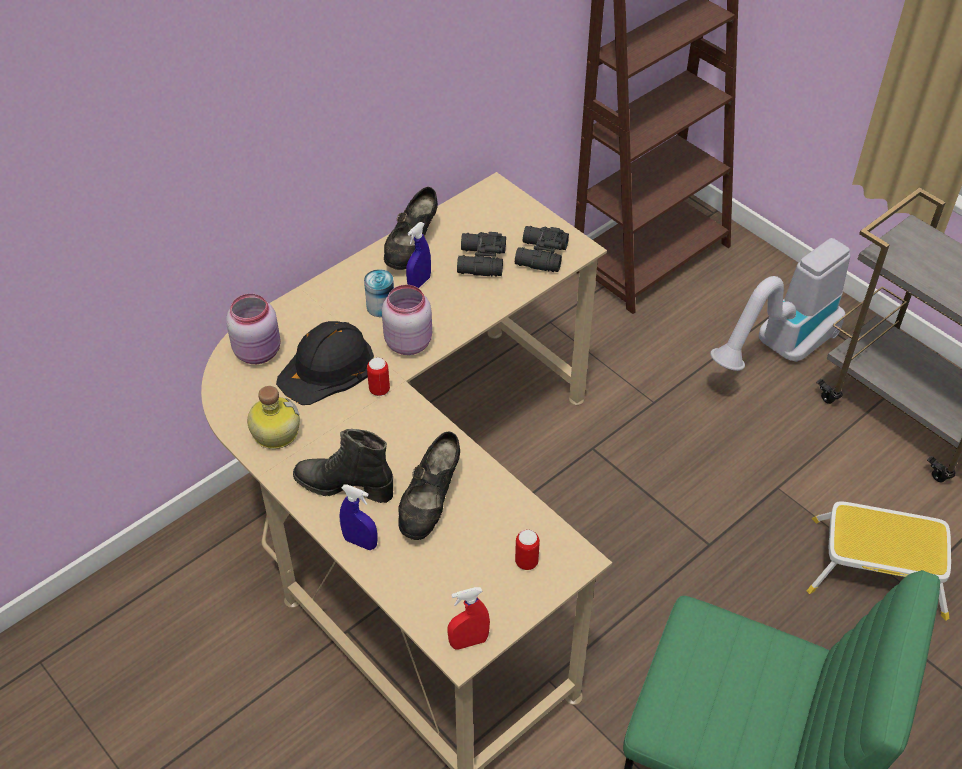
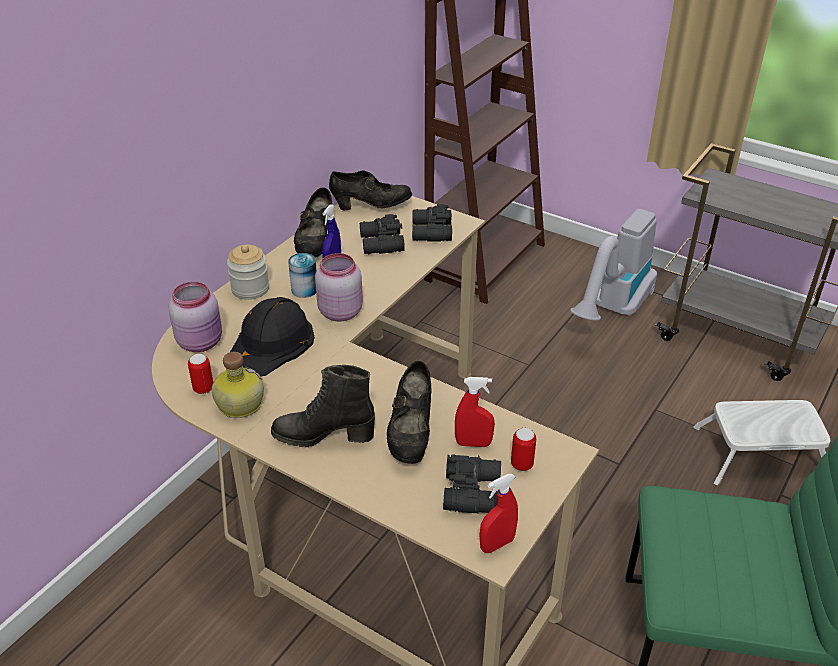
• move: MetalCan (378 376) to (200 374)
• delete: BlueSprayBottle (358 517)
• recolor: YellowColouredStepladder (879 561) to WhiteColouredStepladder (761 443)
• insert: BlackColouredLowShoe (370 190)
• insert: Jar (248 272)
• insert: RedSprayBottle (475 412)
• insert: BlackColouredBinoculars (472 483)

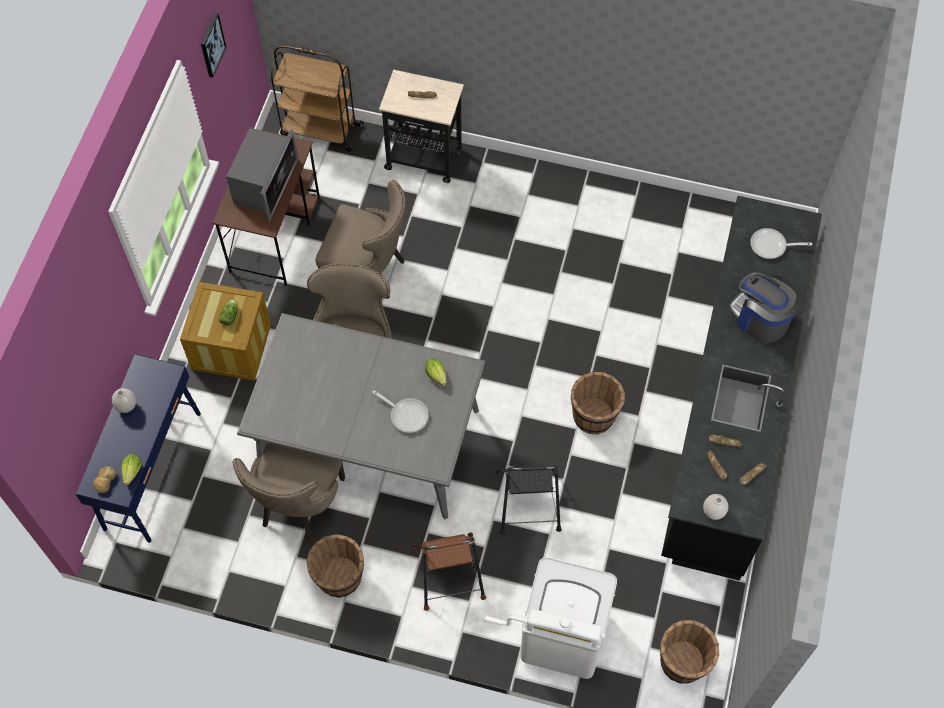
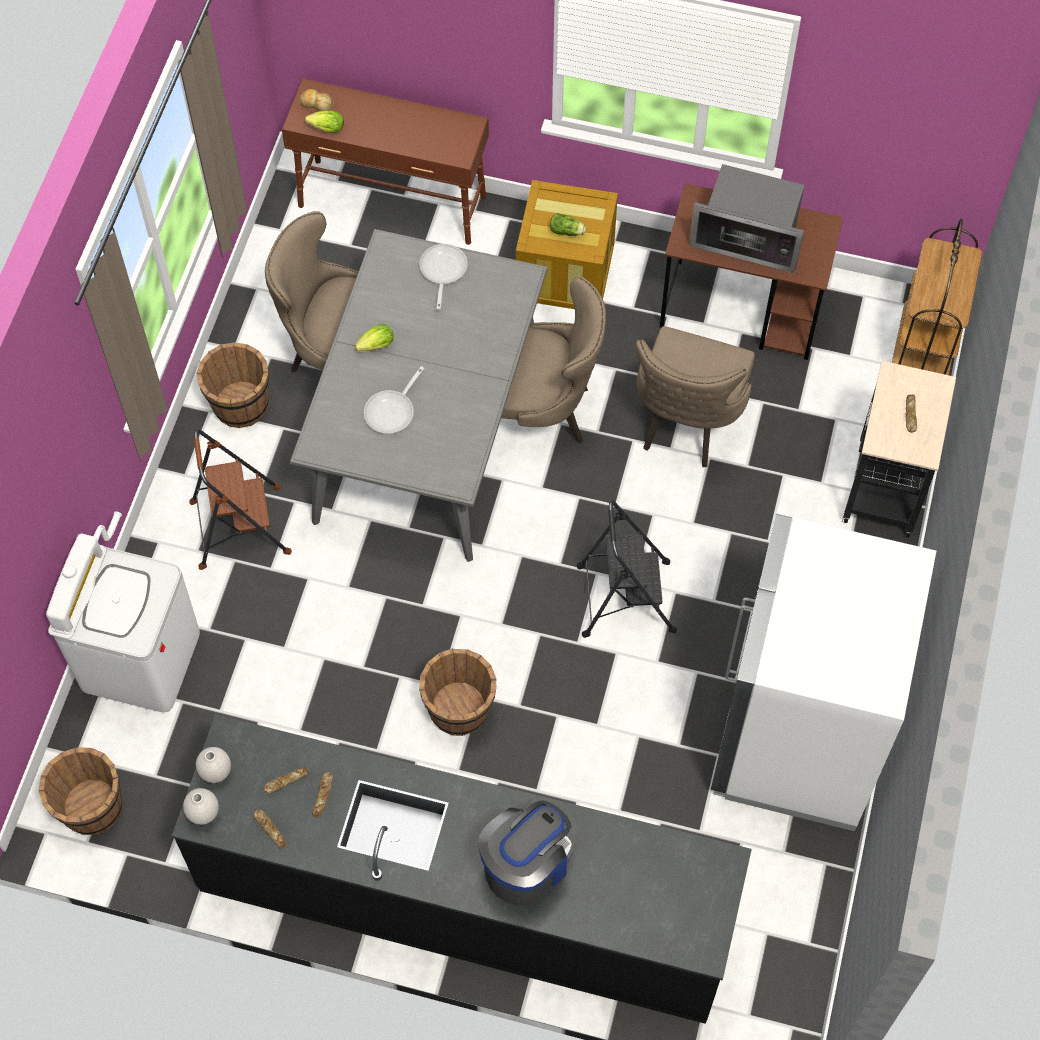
• delete: Picture (213 45)
• move: Skillet (781 243) to (444 277)
• recolor: BlueNarrowTable (138 448) to BrownNarrowTable (385 162)
• move: LettuceHead (435 372) to (374 337)
• move: WhiteColouredVase (124 400) to (201 806)
• move: BlackColouredStepladder (529 500) to (627 569)
• insert: WhiteColouredRefrigerator (823 672)

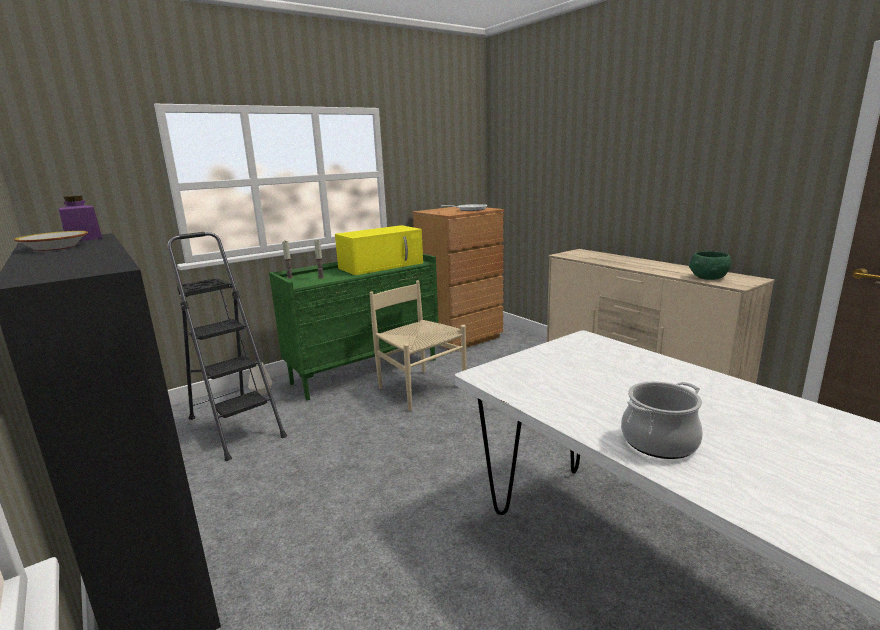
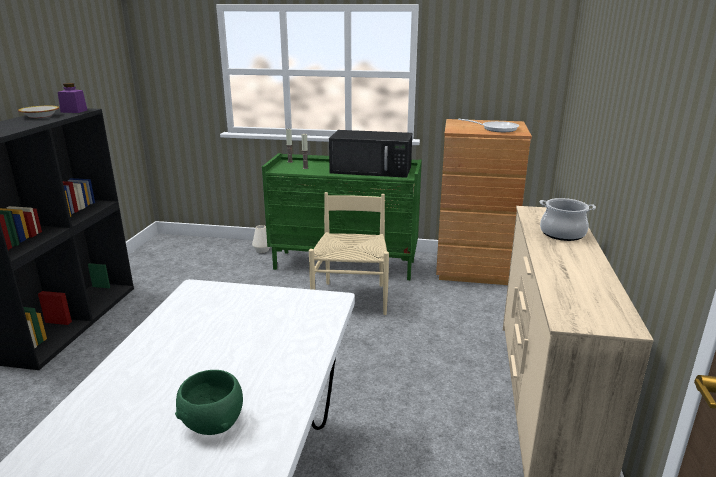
• recolor: YellowColouredMicrowaveOven (379 250) to BlackColouredMicrowaveOven (370 154)
• delete: Stepladder (227 346)
• move: GreenColouredDeepDish (710 265) to (209 402)
• move: Stockpot (662 420) to (568 219)

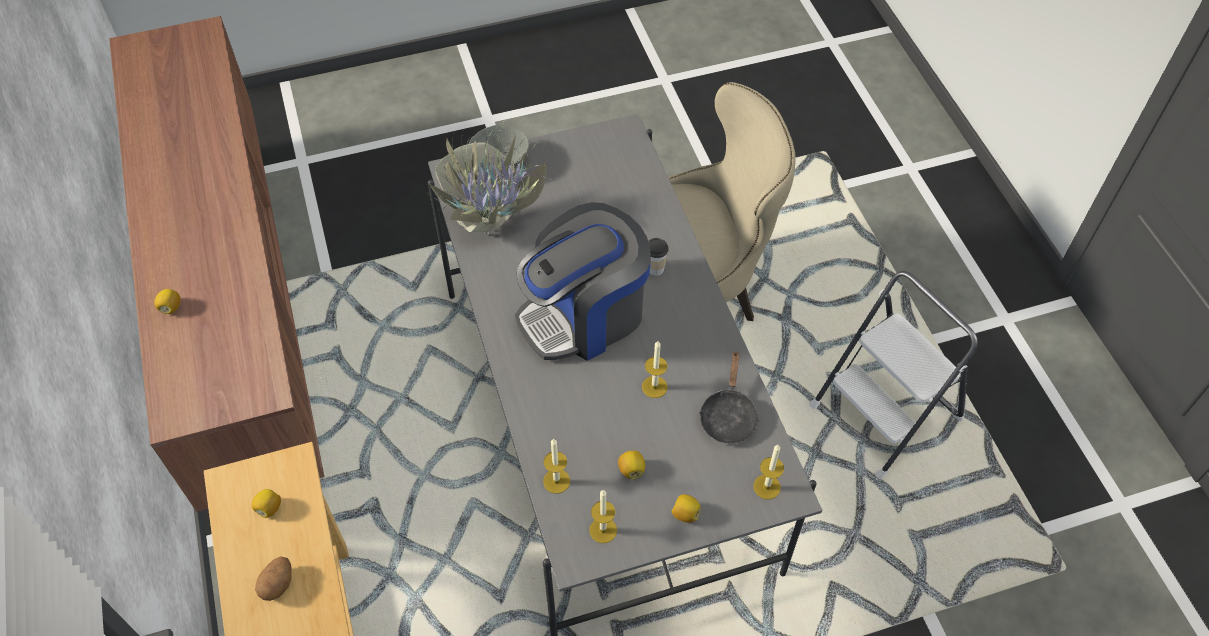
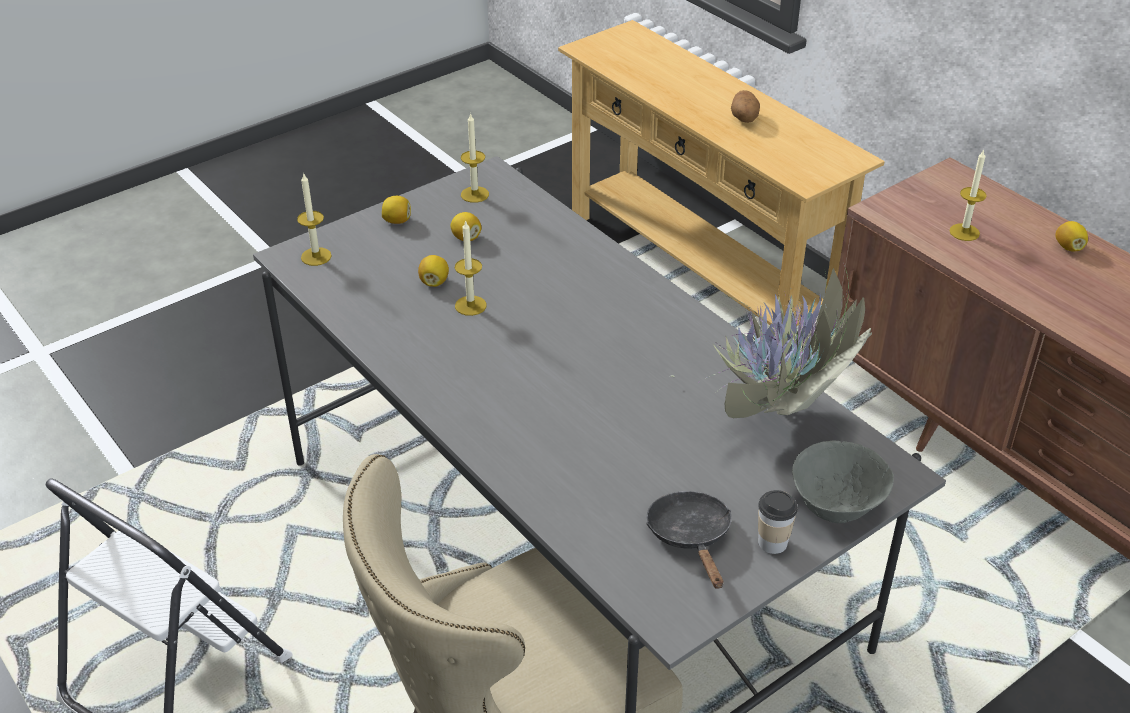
• delete: CoffeeMaker (583 281)
• move: Cup (658 257) to (778 522)
• move: BlackColouredSkillet (729 397) to (689 540)
• move: WaxCandle (556 466) to (968 195)
• move: Lemon (266 503) to (433 271)

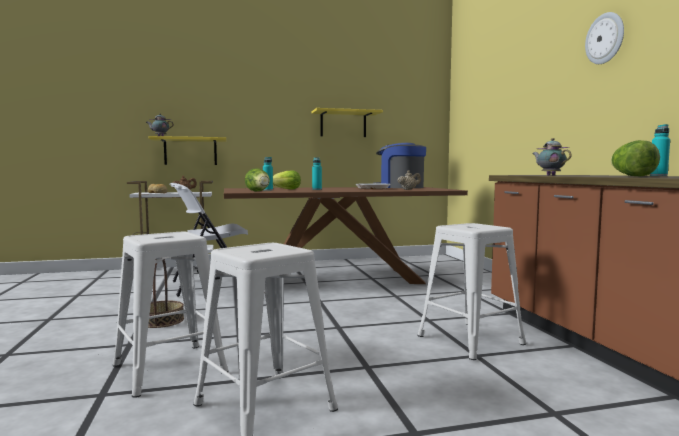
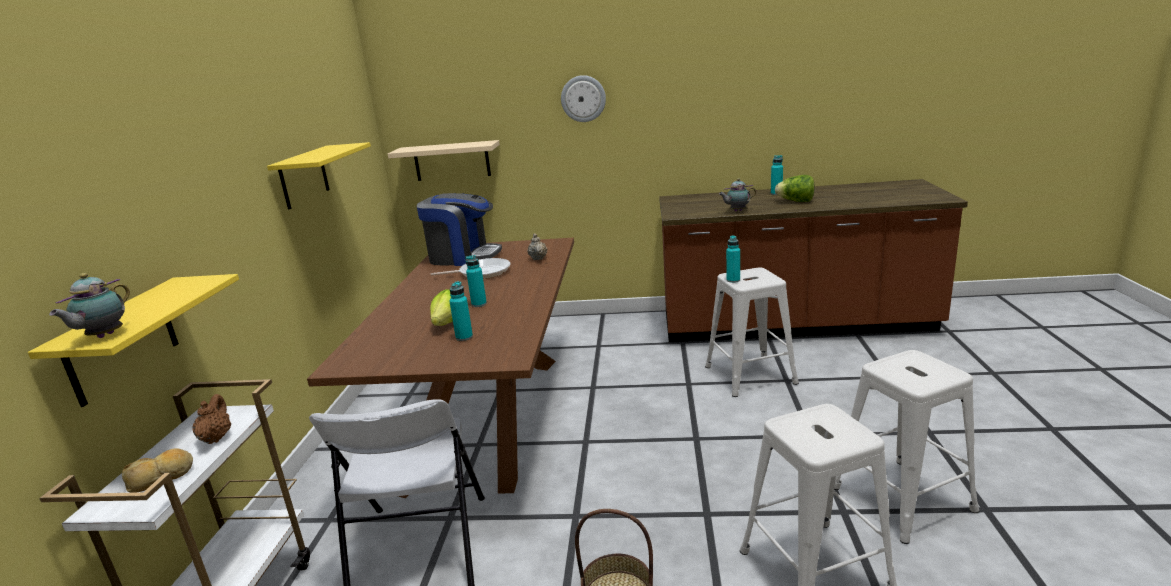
• move: ClockOnTheWall (604 38) to (583 98)
• rotate: CoffeeMaker (399 165) = (459 229) 135 degrees counterclockwise
• delete: LettuceHead (257 179)
• insert: BeigeColouredShelf (444 160)
• insert: TurquoiseColouredBeverageBottle (733 259)

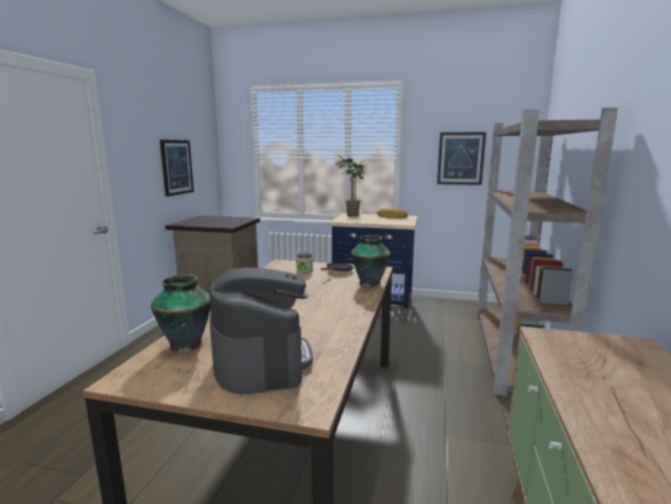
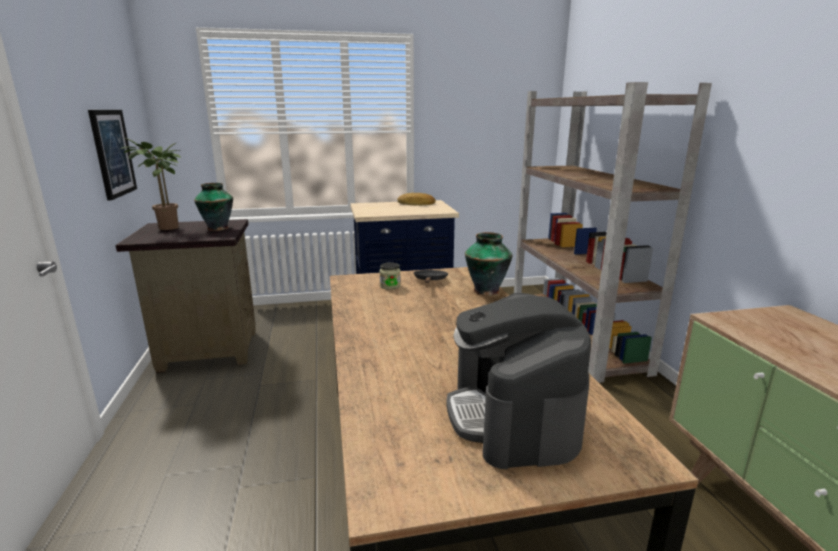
• delete: Picture (461 158)
• move: PlantInAPot (351 186) to (150 184)
• rotate: CoffeeMaker (261 330) = (518 381) 150 degrees counterclockwise
• move: Vase (180 313) to (213 207)

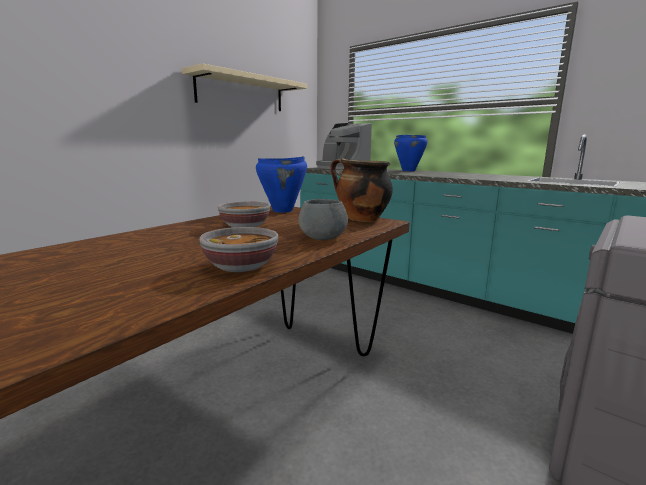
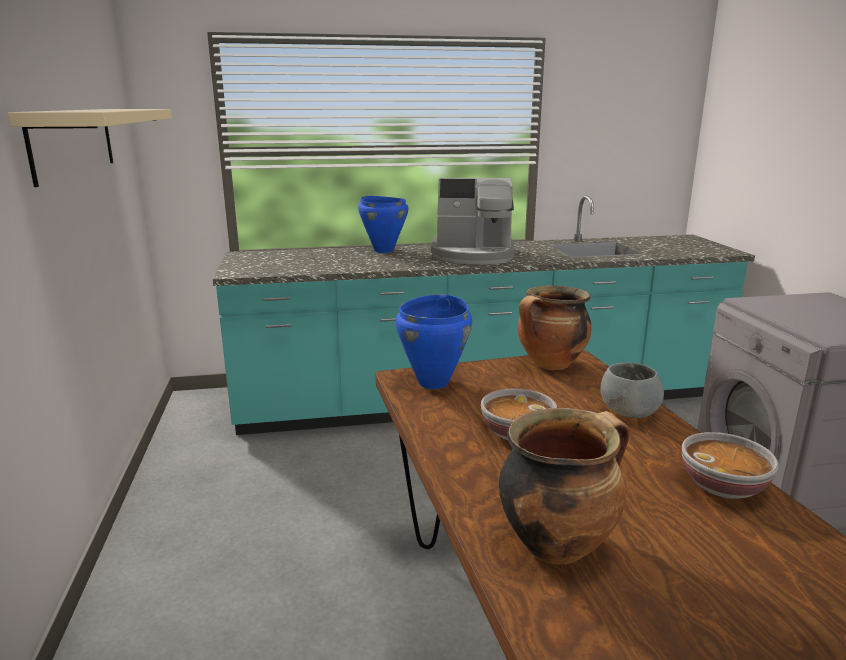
• move: CoffeeMaker (344 146) to (473 221)
• insert: Stockpot (564 486)

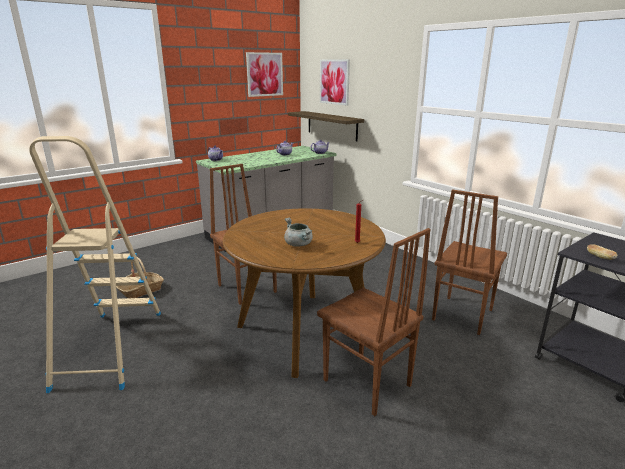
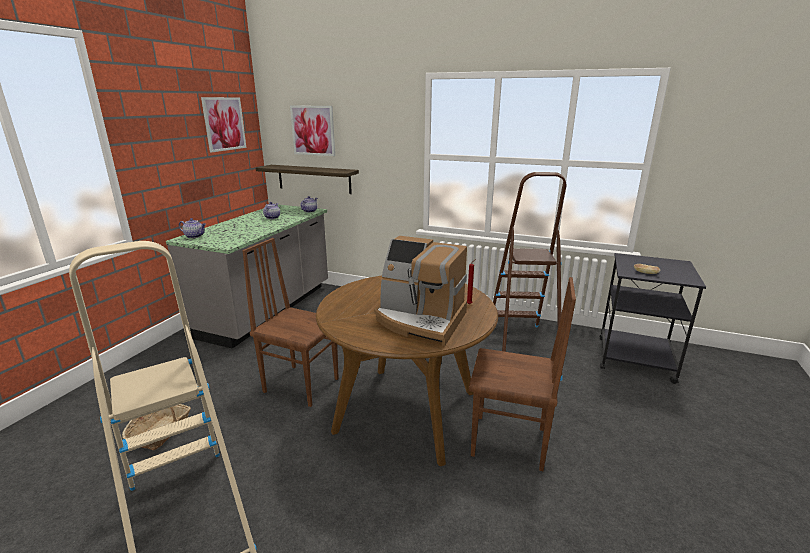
• replace: BrownPlainChair (469 262) to BrownStepladder (529 276)
• replace: GrayStockpot (298 232) to CoffeeMaker (420 291)

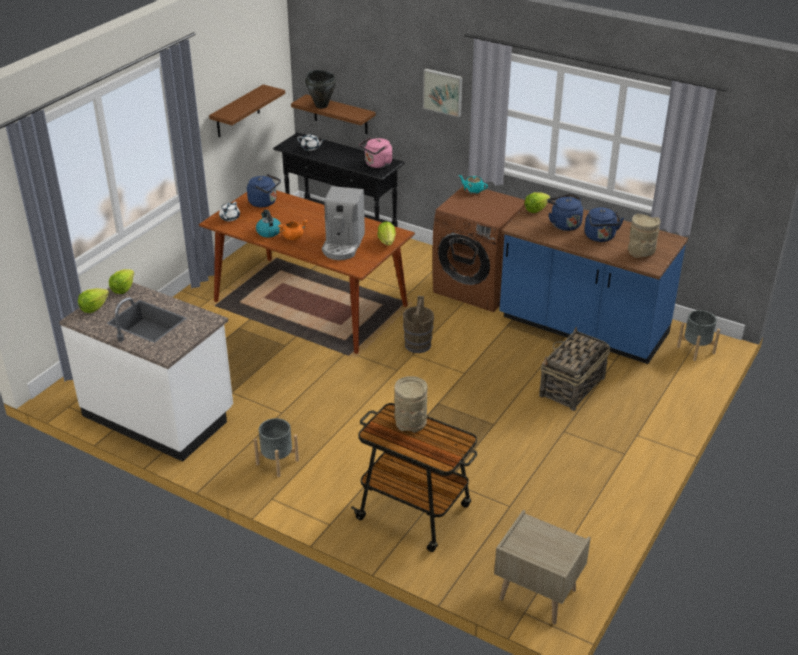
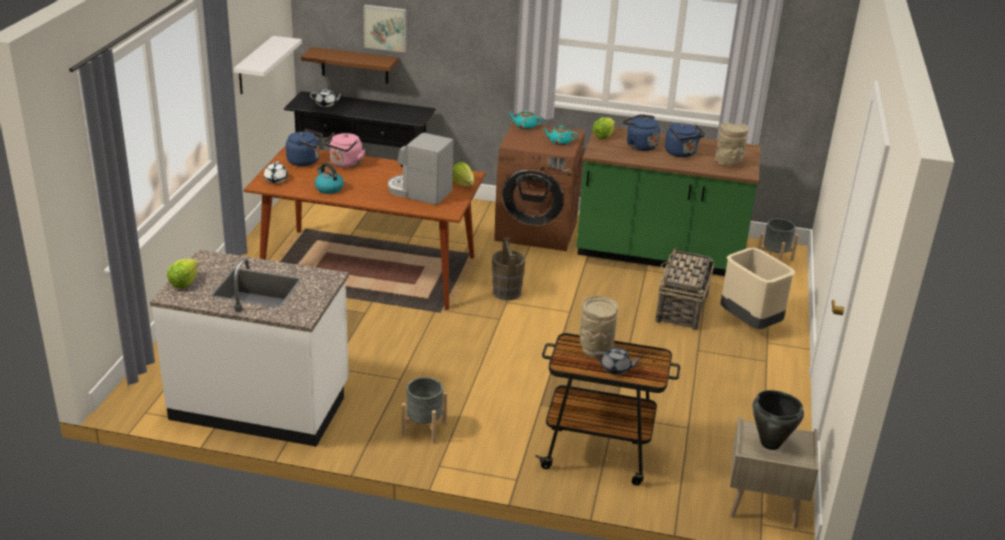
• move: Picture (442 93) to (385 28)
• move: BlackColouredStockpot (320 89) to (778 420)
• recolor: BrownShelf (247 110) to WhiteColouredShelf (267 65)
• move: PinkColouredKettle (375 152) to (344 150)
• rotate: CoffeeMaker (343 223) = (421 169) 120 degrees clockwise
• recolor: BlueCounter (593 282) to GreenColouredCounter (668 201)
• delete: OrangeStockpot (293 230)
• delete: LettuceHead (121 281)
• insert: TurquoiseColouredTeapot (560 135)
• insert: BeigeColouredWasteBin (757 288)
• insert: GrayTeapot (619 361)

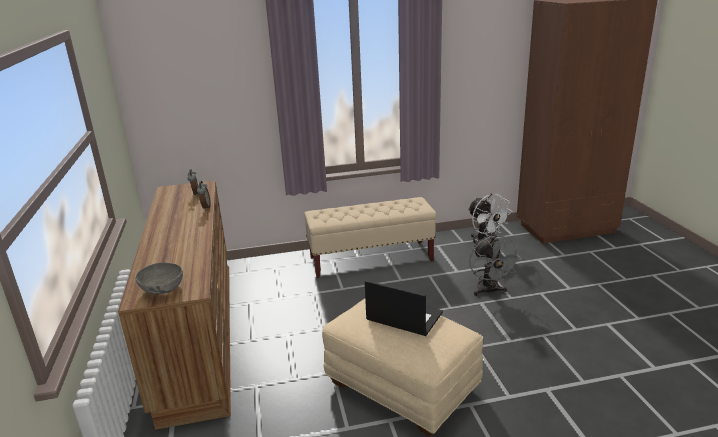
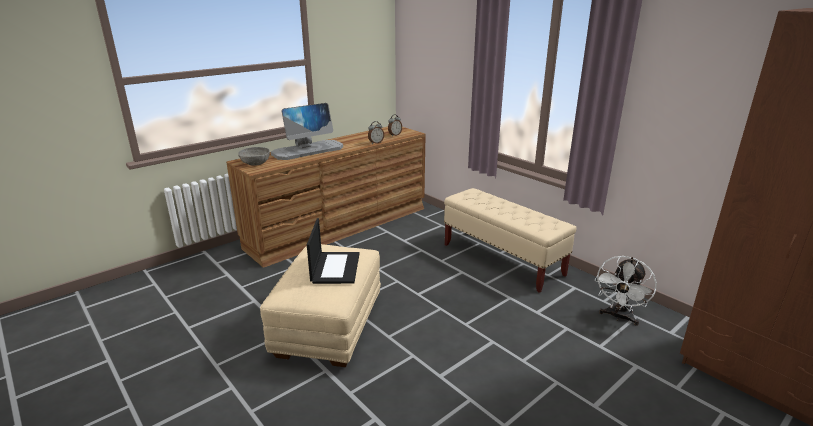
• delete: GrayFan (495 265)
• insert: ComputerDisplay (307 131)

